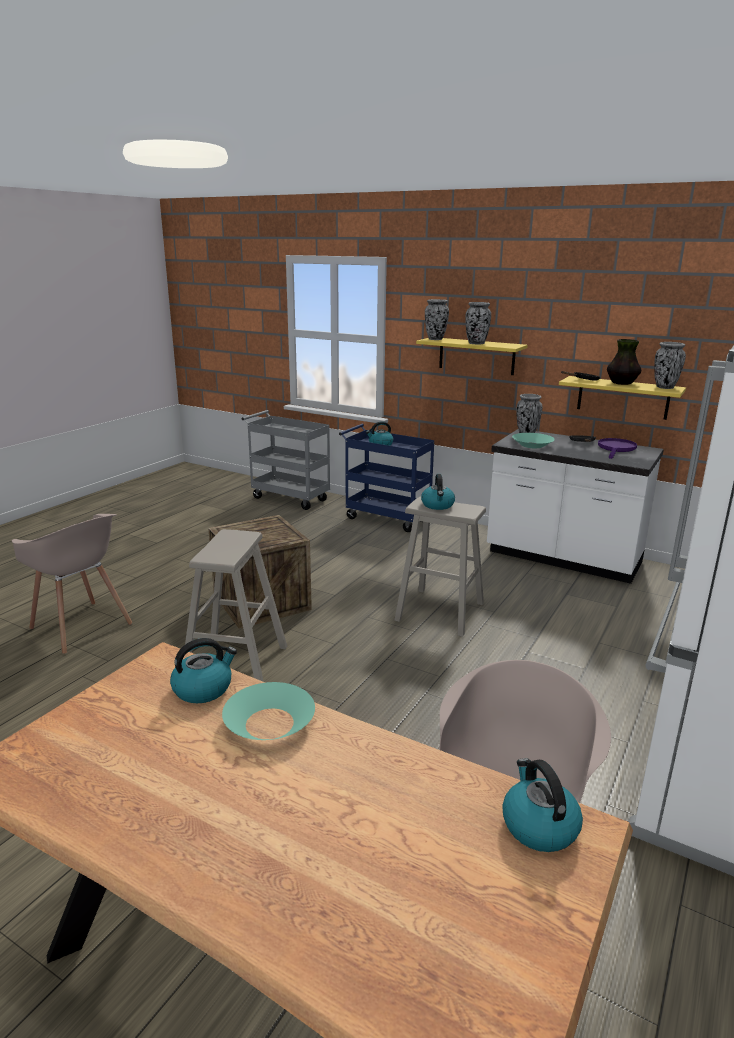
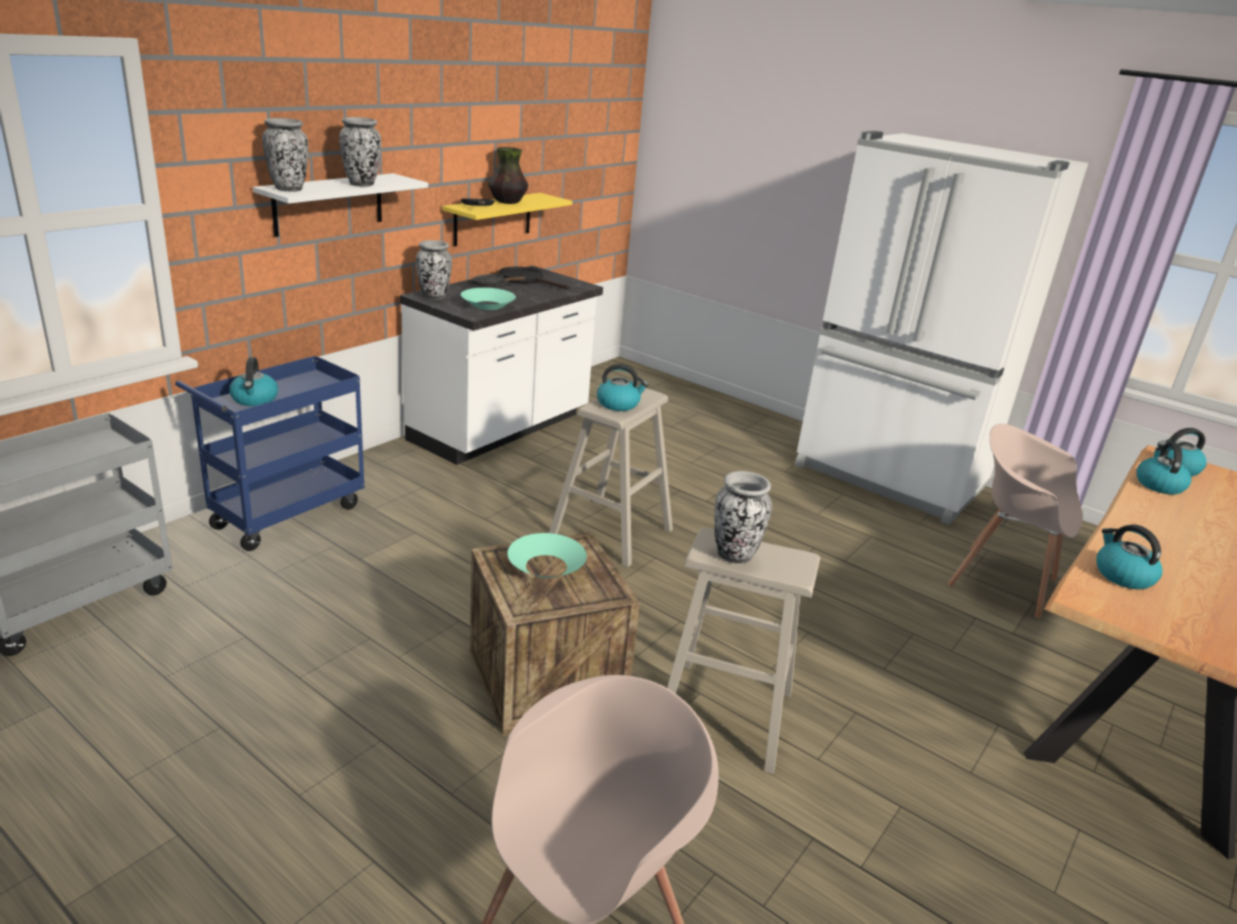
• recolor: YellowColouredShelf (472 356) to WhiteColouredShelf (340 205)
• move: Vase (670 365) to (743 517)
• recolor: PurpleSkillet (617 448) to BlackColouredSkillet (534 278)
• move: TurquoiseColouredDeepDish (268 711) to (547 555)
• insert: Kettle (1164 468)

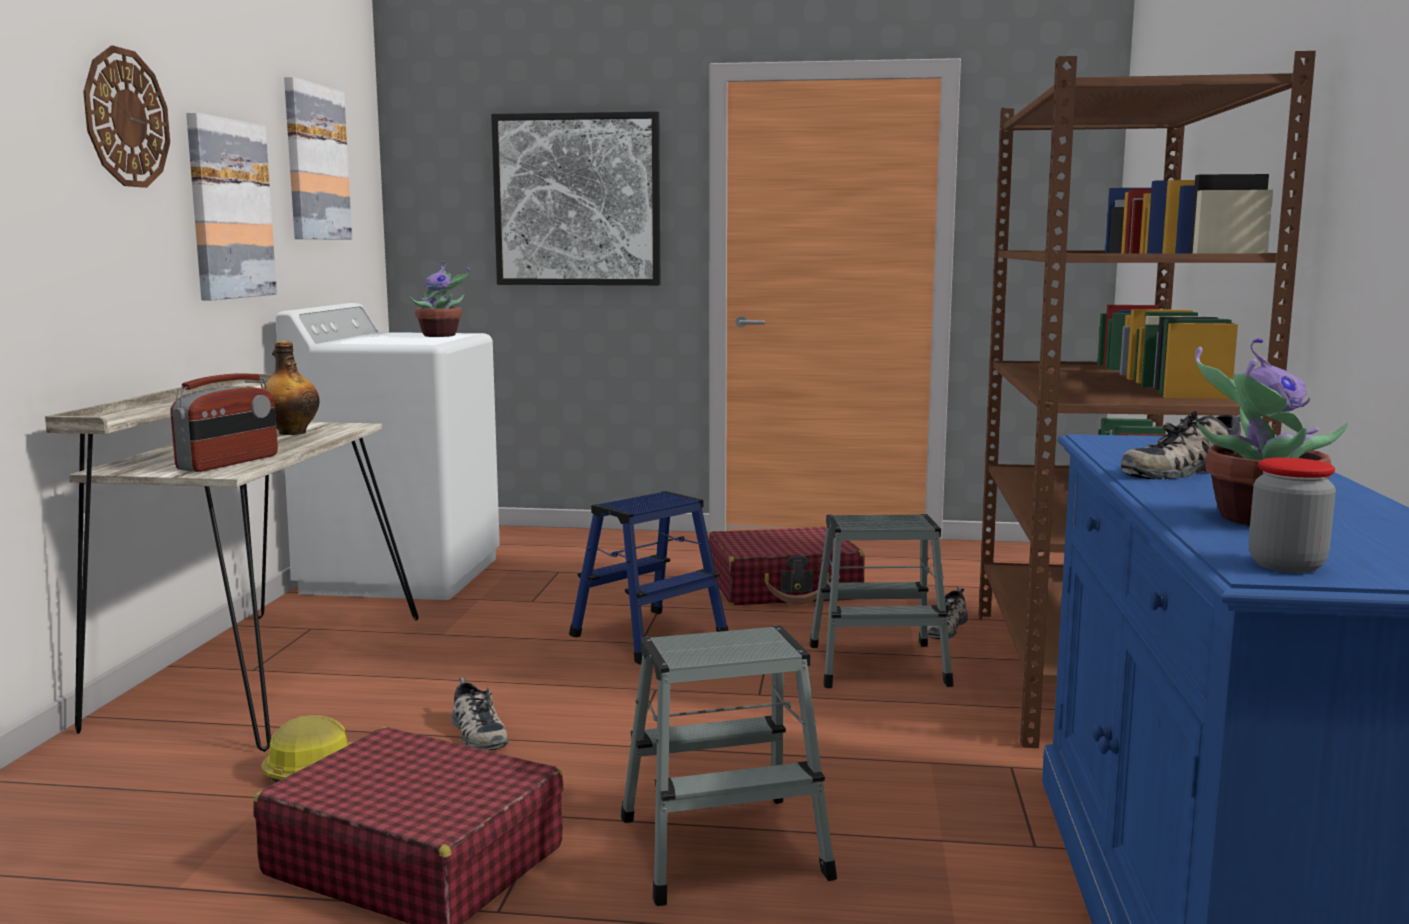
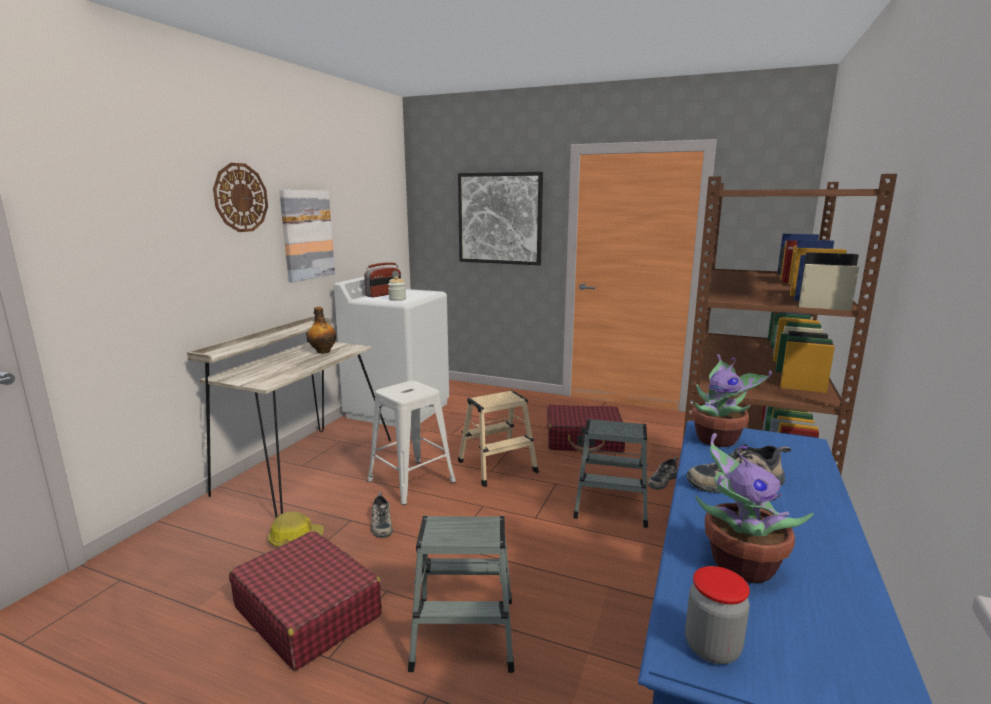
• delete: Picture (318 158)
• move: PlantInAPot (440 299) to (731 400)
• move: Radio (224 422) to (382 279)
• recolor: BlueStepladder (649 578) to BeigeColouredStepladder (498 438)
• insert: Jar (397 288)
• insert: WhiteColouredStoolSeat (411 443)

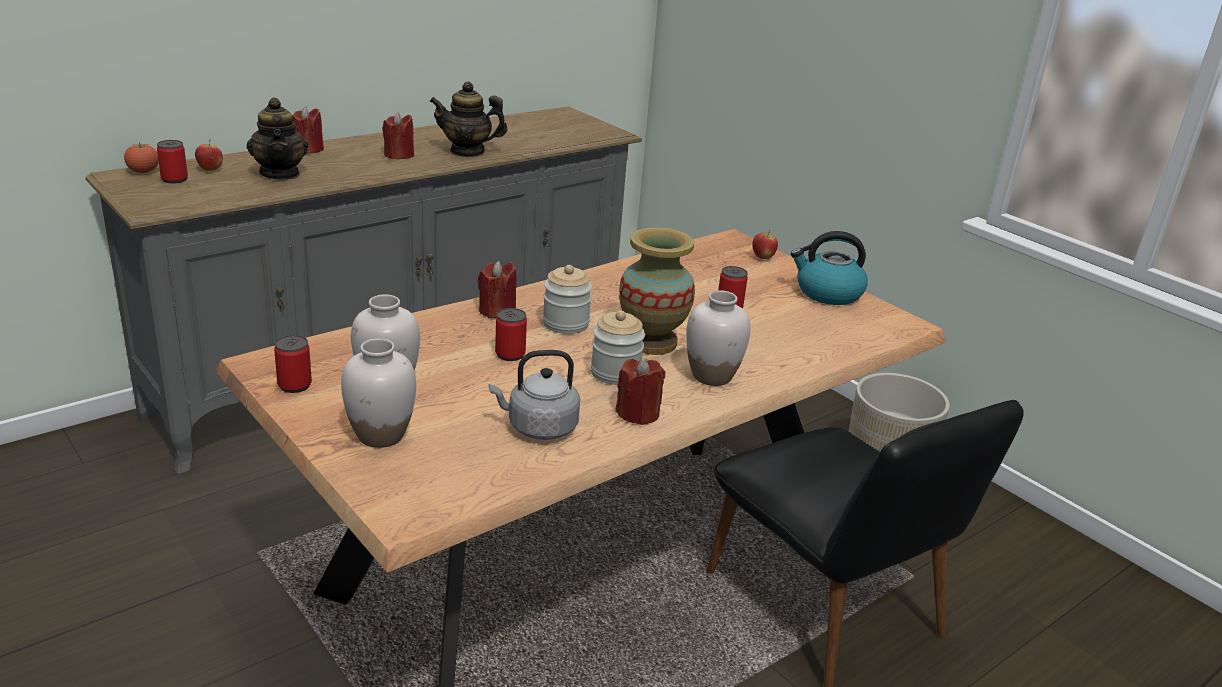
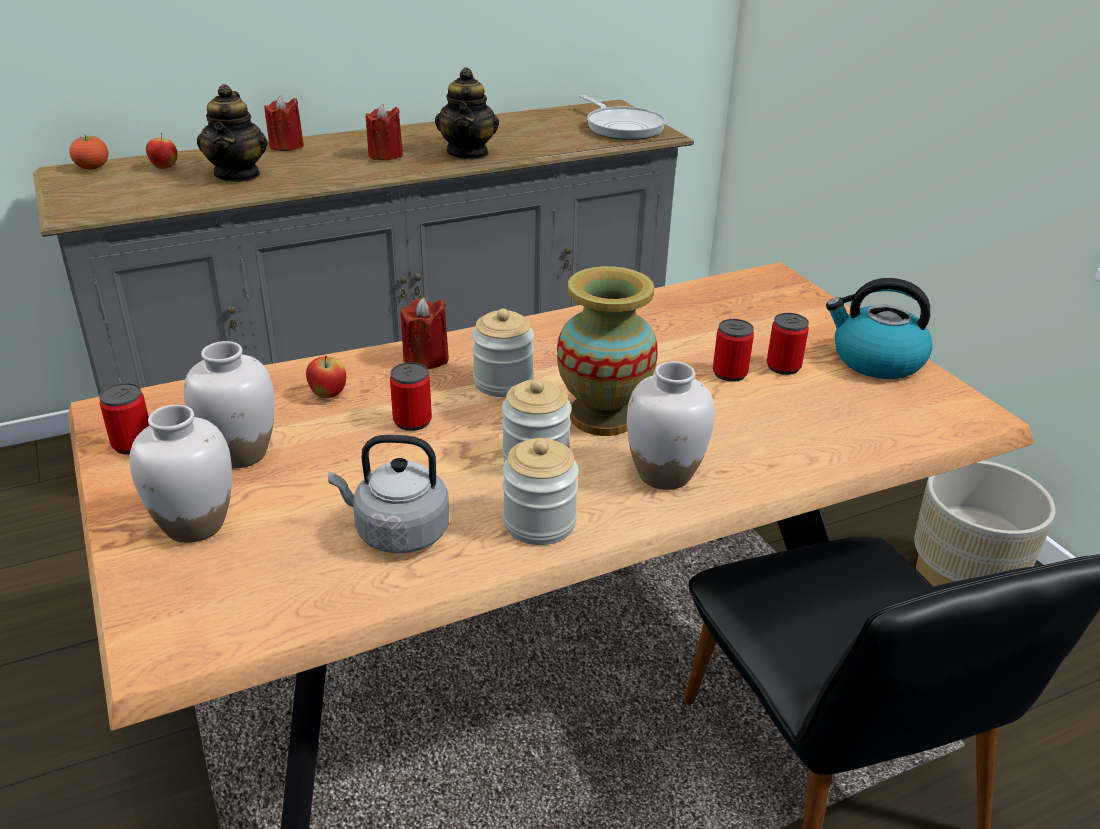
• rotate: Teapot (468 119) = (467 113) 105 degrees counterclockwise
• move: MetalCan (172 161) to (788 344)
• move: AppleFruit (765 244) to (326 376)
• replace: RedWaxCandle (640 391) to Jar (540 491)
• insert: Skillet (622 117)

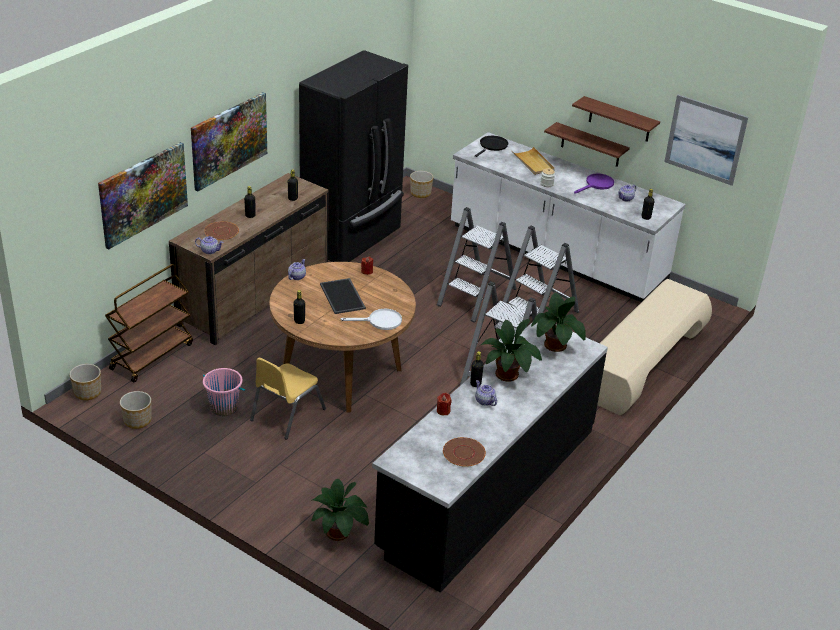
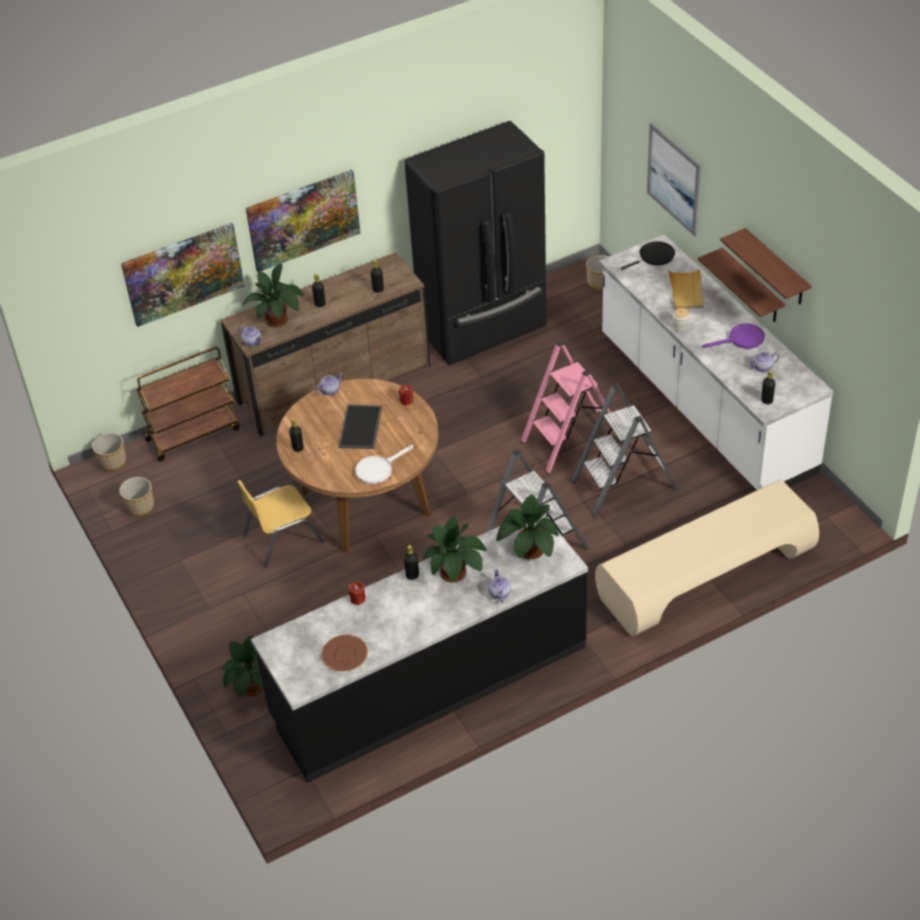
• move: Picture (706 140) to (674 179)
• recolor: GrayStepladder (476 265) to PinkColouredStepladder (565 407)
• replace: BrownPlate (221 230) to PlantInAPot (273 295)
• rotate: WhiteColouredSkillet (371 319) = (384 464) 120 degrees clockwise
• delete: PinkColouredPail (224 392)
• move: Teapot (486 393) to (499 586)

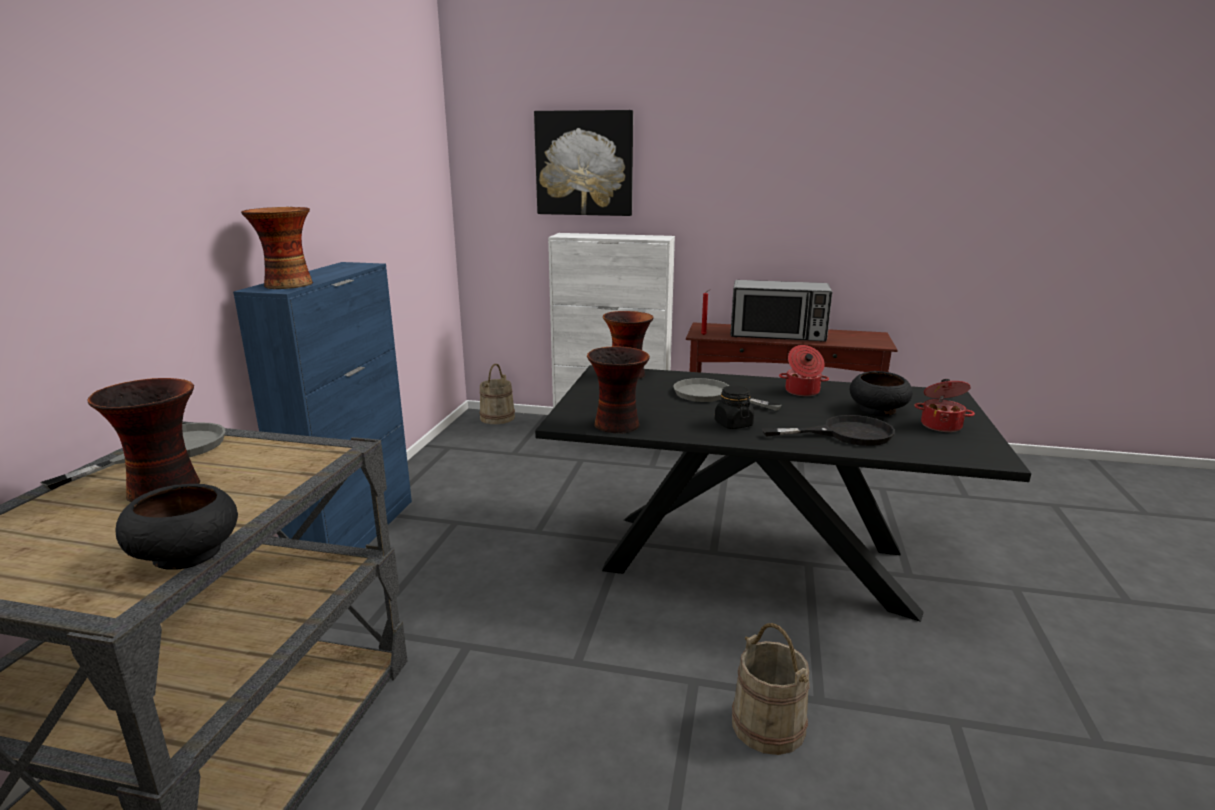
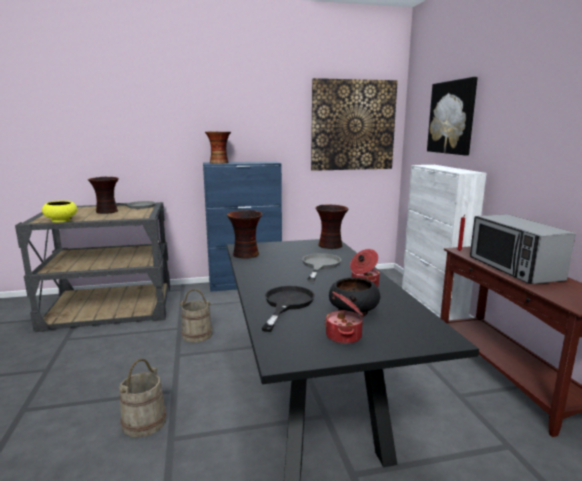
• move: BeigeColouredPail (497 394) to (196 315)
• delete: BlackColouredJar (734 407)
• rotate: BlackColouredSkillet (828 430) = (288 309) 135 degrees counterclockwise
• recolor: BlackColouredDeepDish (176 527) to YellowColouredDeepDish (59 212)
• insert: Picture (354 124)

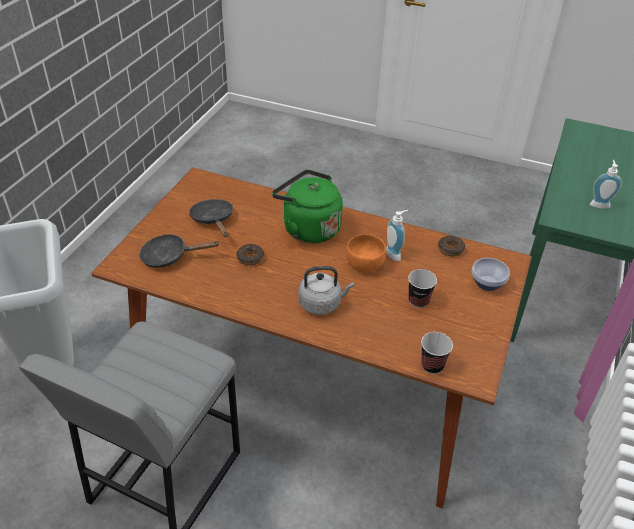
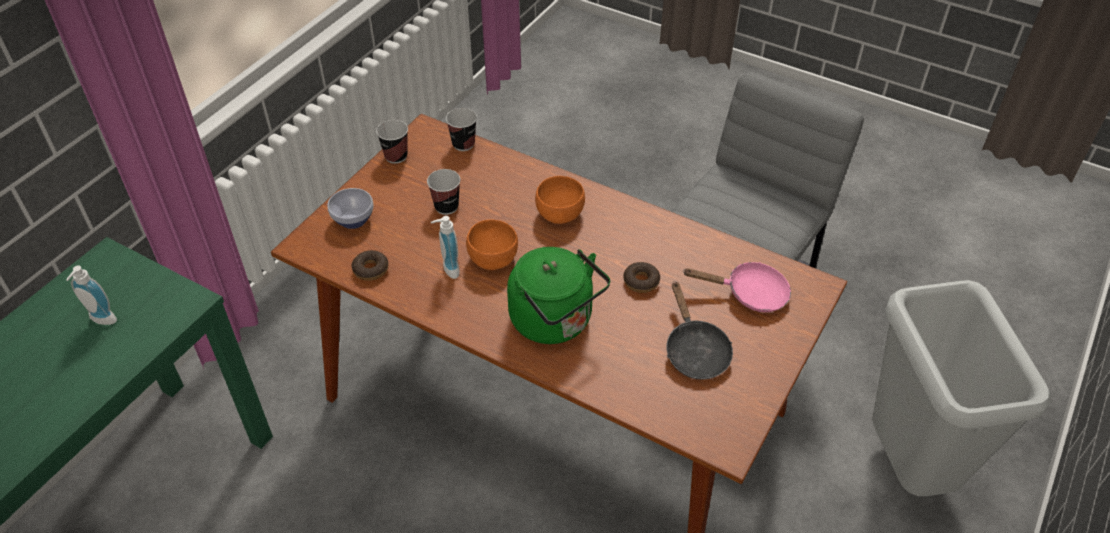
• recolor: BlackColouredSkillet (179 251) to PinkColouredSkillet (737 287)
• replace: GrayKettle (326 290) to OrangeDeepDish (560 200)
• insert: Cup (392 142)

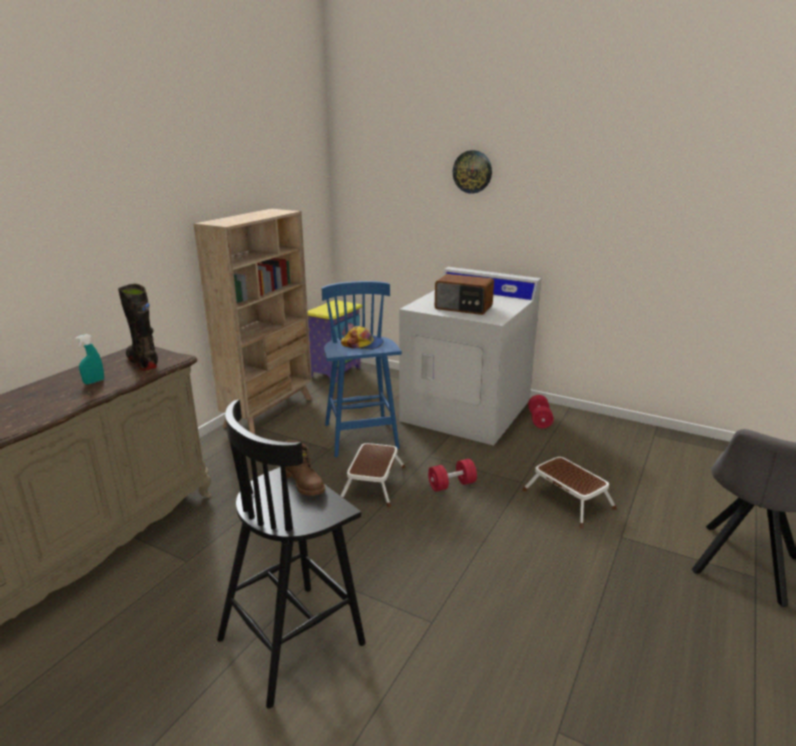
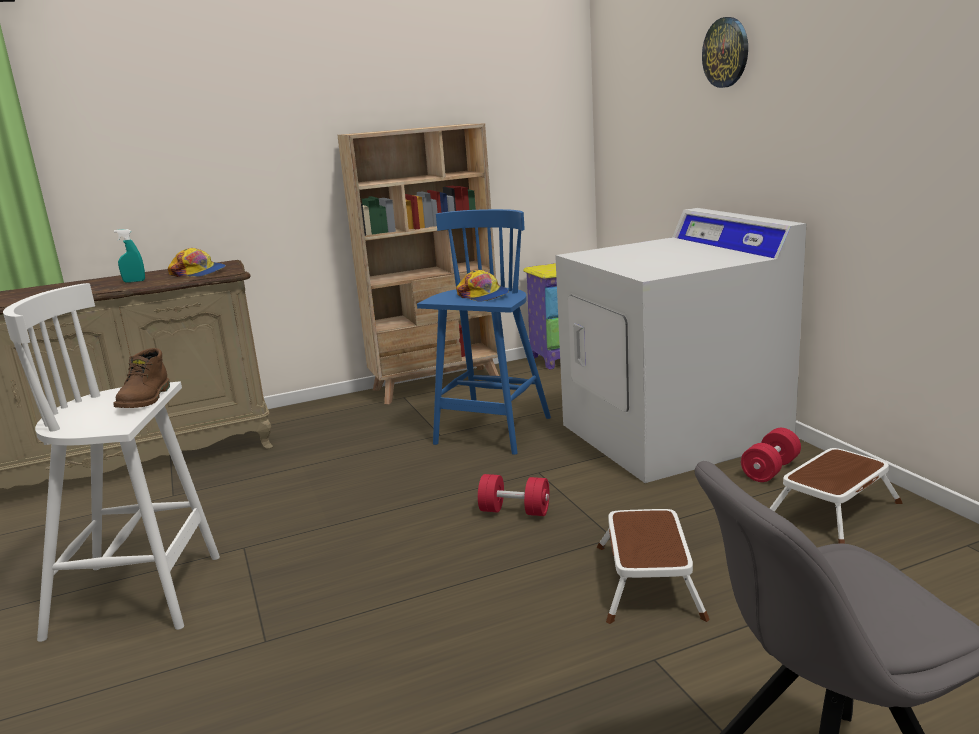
• delete: Radio (464 294)
• replace: BlackColouredBoot (138 327) to PeakedCap (197 262)
• recolor: BlackColouredStoolSeat (291 554) to WhiteColouredStoolSeat (111 462)
• move: BrownStepladder (372 475) to (836 496)

